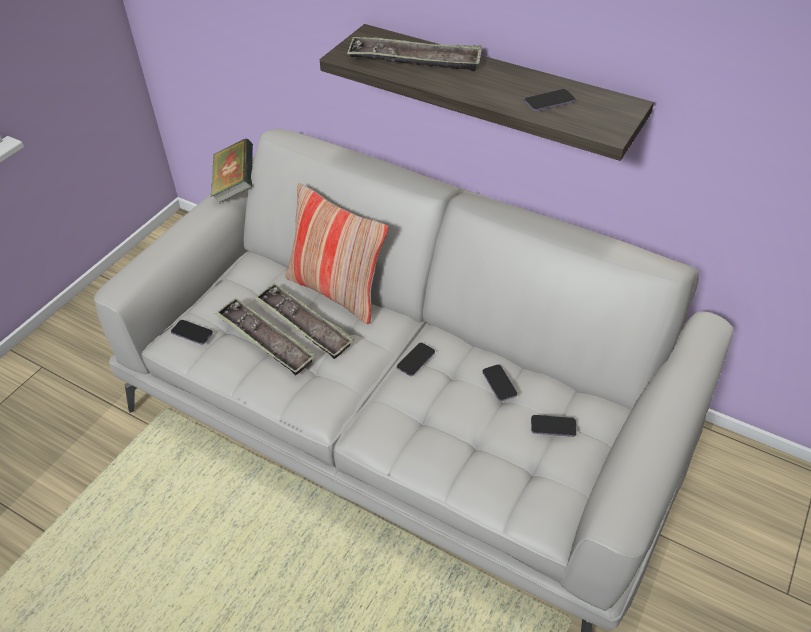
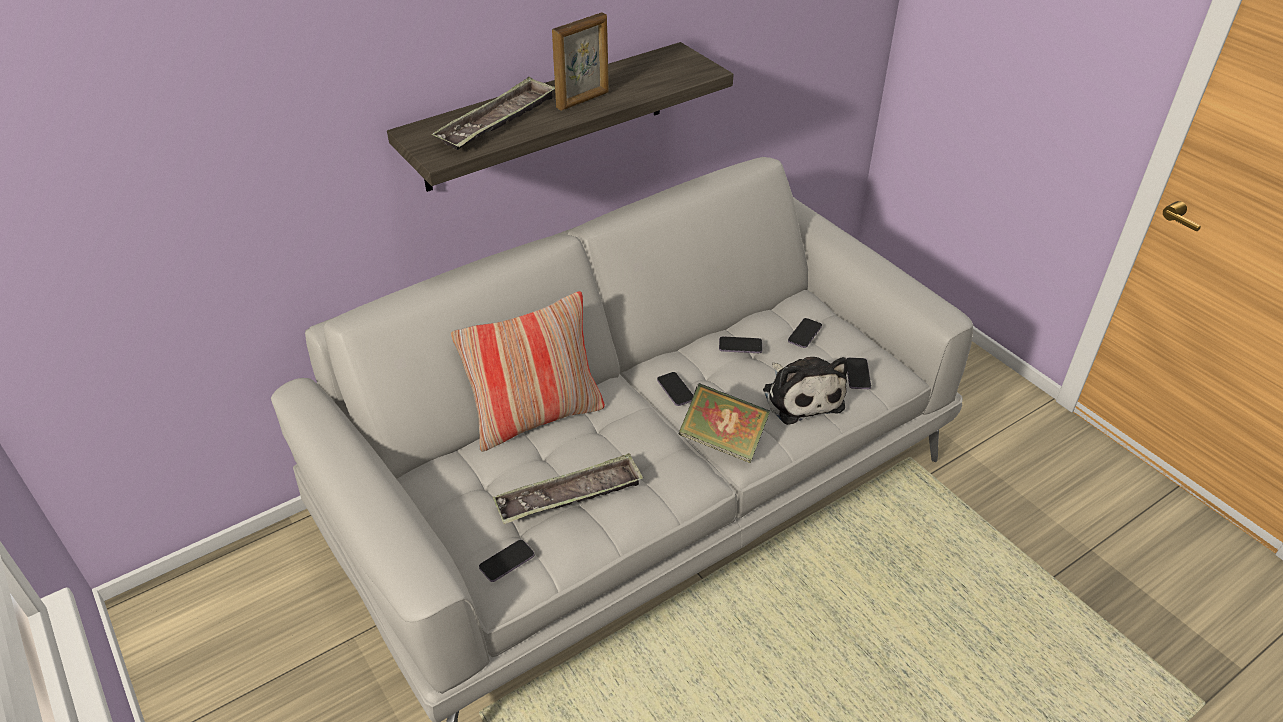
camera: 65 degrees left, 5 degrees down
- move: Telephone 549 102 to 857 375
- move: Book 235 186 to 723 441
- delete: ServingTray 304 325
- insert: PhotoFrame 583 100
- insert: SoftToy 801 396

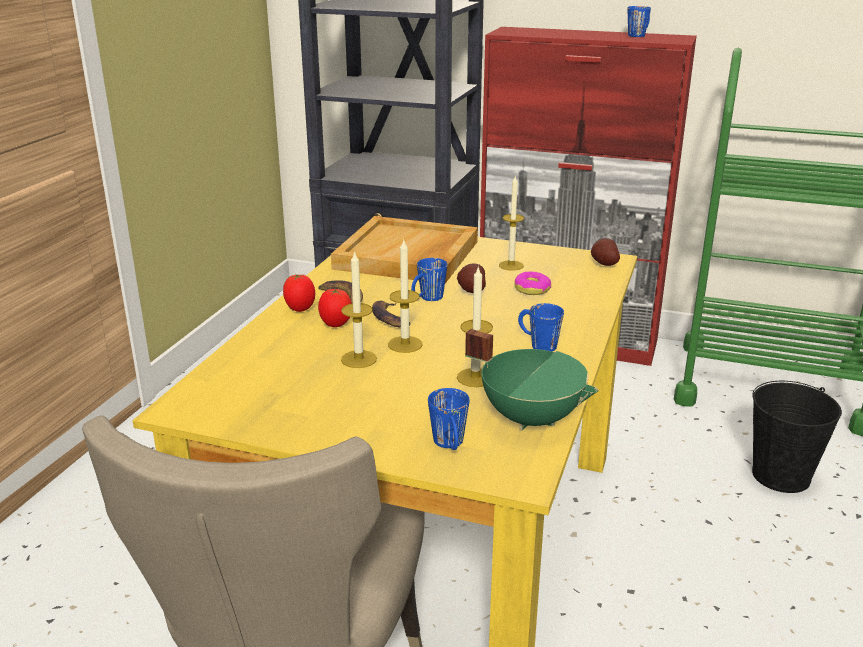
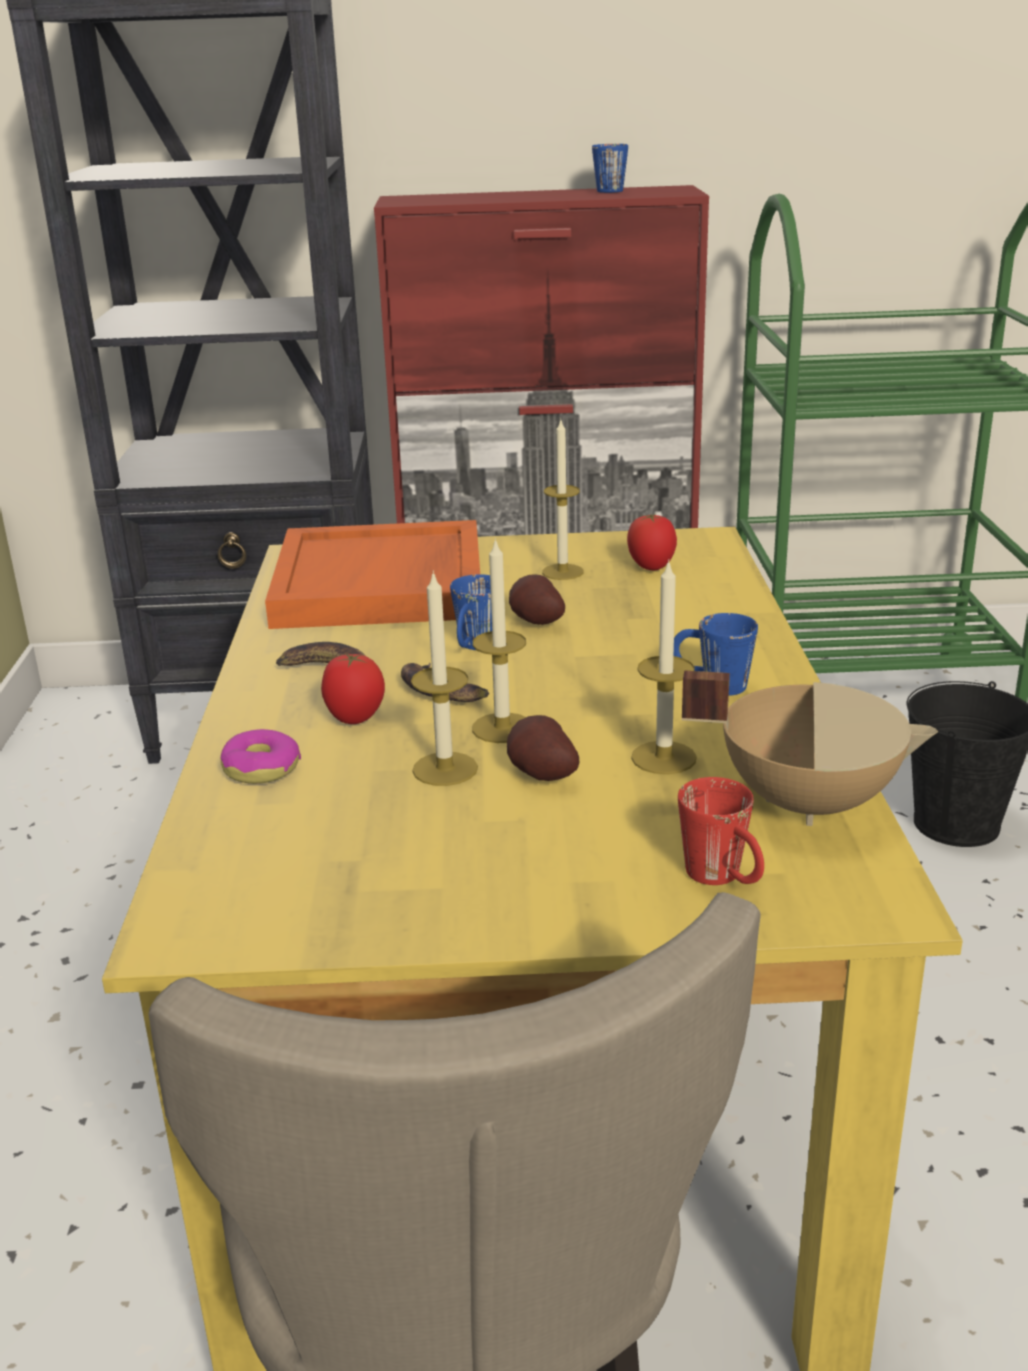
camera: 20 degrees left, 0 degrees up
- recolor: SandColouredServingTray 408 255 to OrangeyServingTray 382 584
- move: Spud 603 264 to 539 776
- move: Doughnut 532 289 to 261 768
- move: Tomato 300 309 to 651 568
- recolor: GreenColouredSaucepot 531 417 to SandColouredSaucepot 807 801
- recolor: BlueColouredMug 450 446 to RedColouredMug 724 879

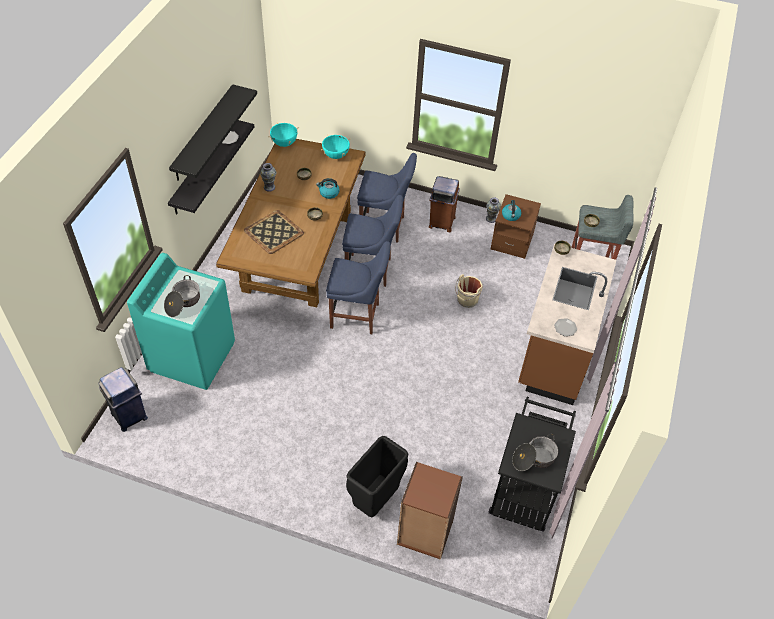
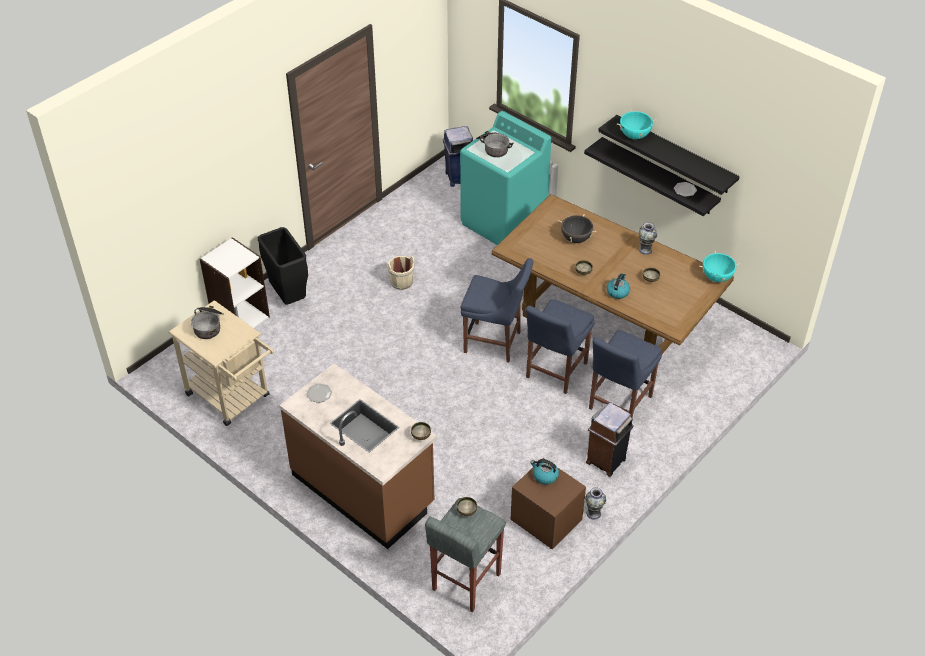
camera: 115 degrees right, 5 degrees down
- move: BlueGreenSaucepot 335 155 to 634 135
- replace: ServingTray 274 231 to BlackSaucepot 576 239
- rotate: BlueColouredUprightChair 357 316 = 495 343 105 degrees counterclockwise
- move: SandColouredWaterBucket 467 300 to 401 281
- recolor: BlackCart 524 488 to SandColouredCart 232 398
- recolor: BrownishBookshelf 425 532 to WhiteColouredBookshelf 240 318

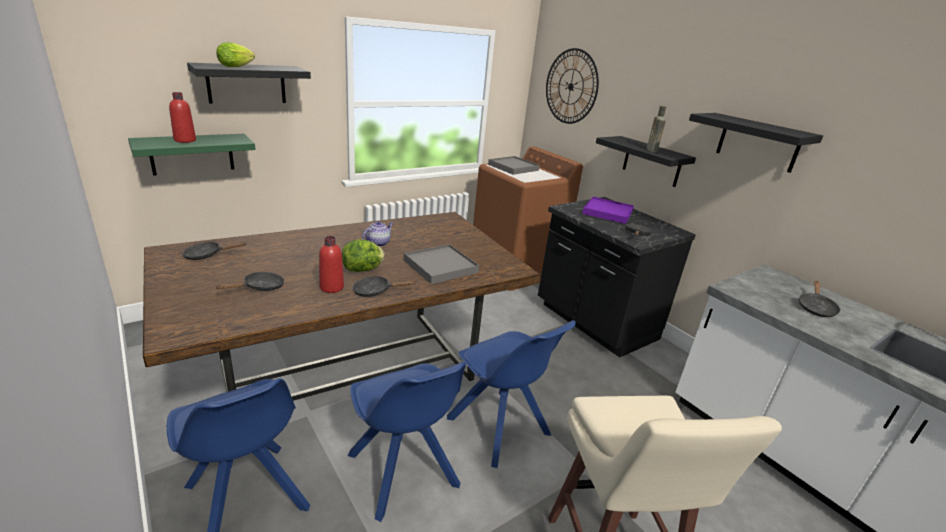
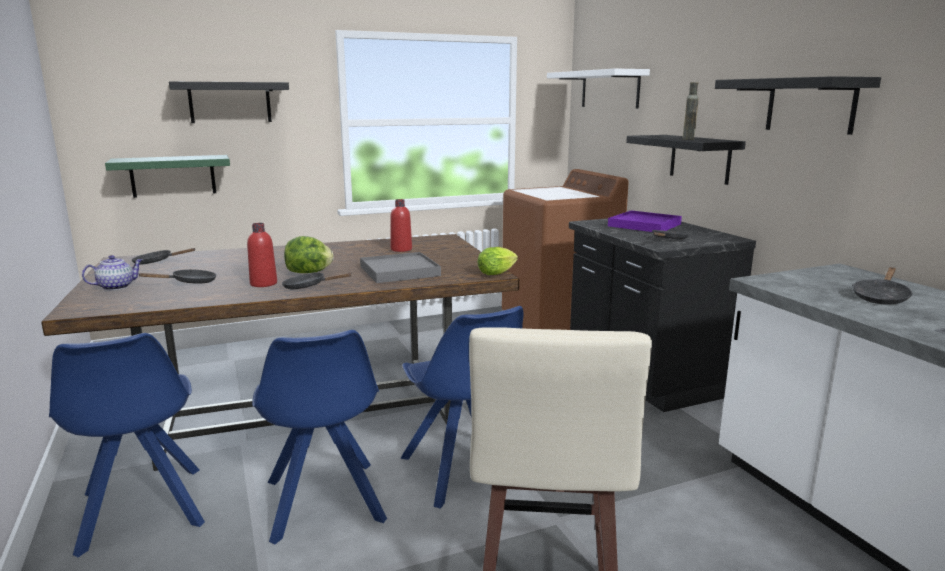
camera: 15 degrees right, 10 degrees down
- move: LettuceHead 237 67 to 498 273
- replace: ClockOnTheWall 571 86 to WhiteColouredBracketShelf 609 89
- move: RedColouredDrinkBottle 185 140 to 401 249
- delete: GreyServingTray 513 167
- move: TeaPot 378 243 to 117 287

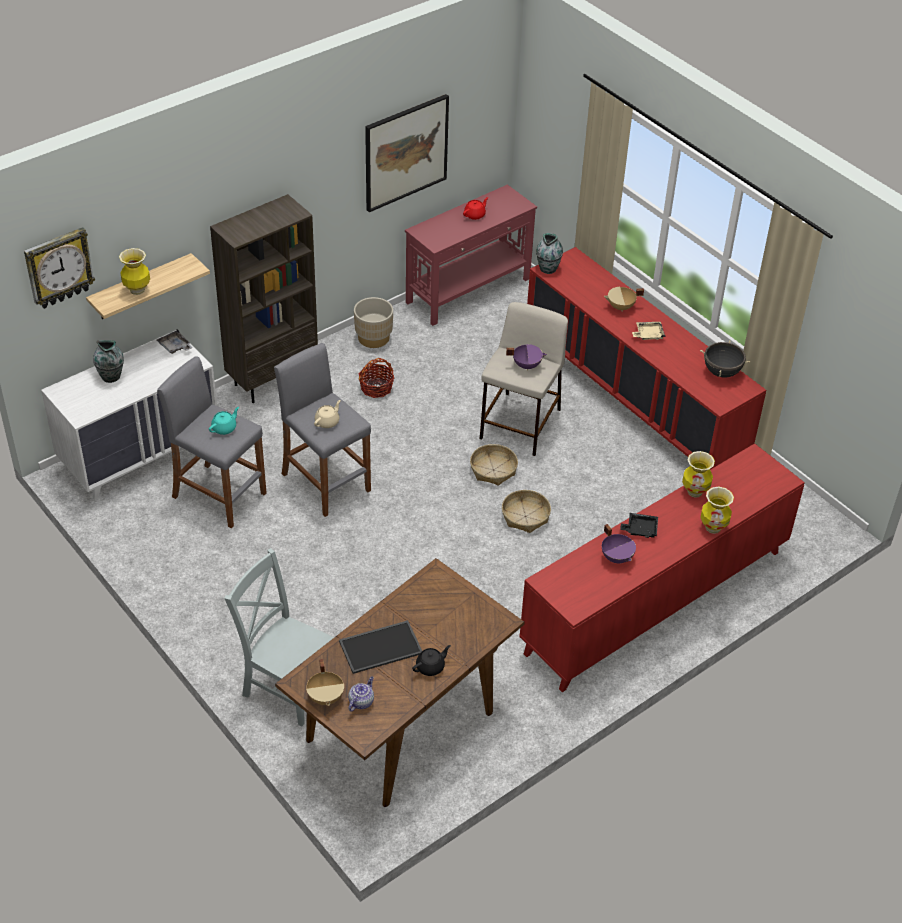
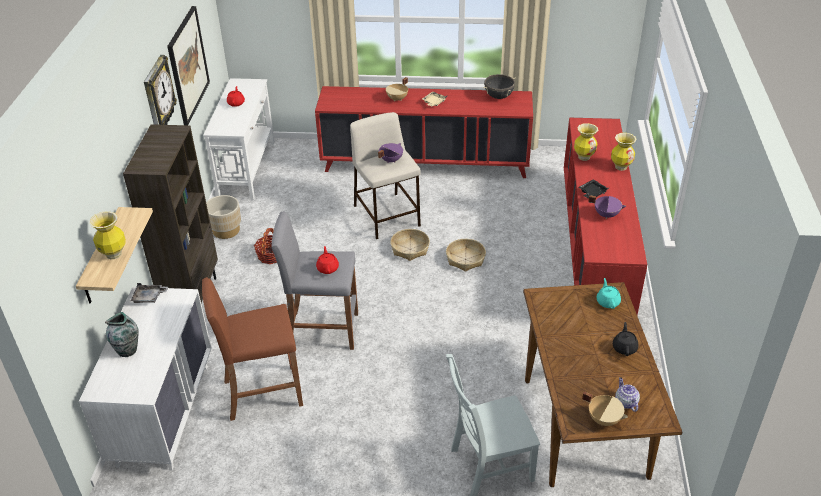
camera: 45 degrees left, 5 degrees down
- recolor: RedColouredHallTable 469 290 to WhiteColouredHallTable 247 169
- move: ClockOnTheWall 58 268 to 158 95
- delete: DecorativeVase 548 268
- recolor: GreyStoolSeat 219 495 to BrownishStoolSeat 262 393
- recolor: SandColouredTeaPot 327 422 to RedColouredTeaPot 327 268
- move: BlueGreenTeaPot 224 428 to 607 302
- delete: ServingTray 381 646

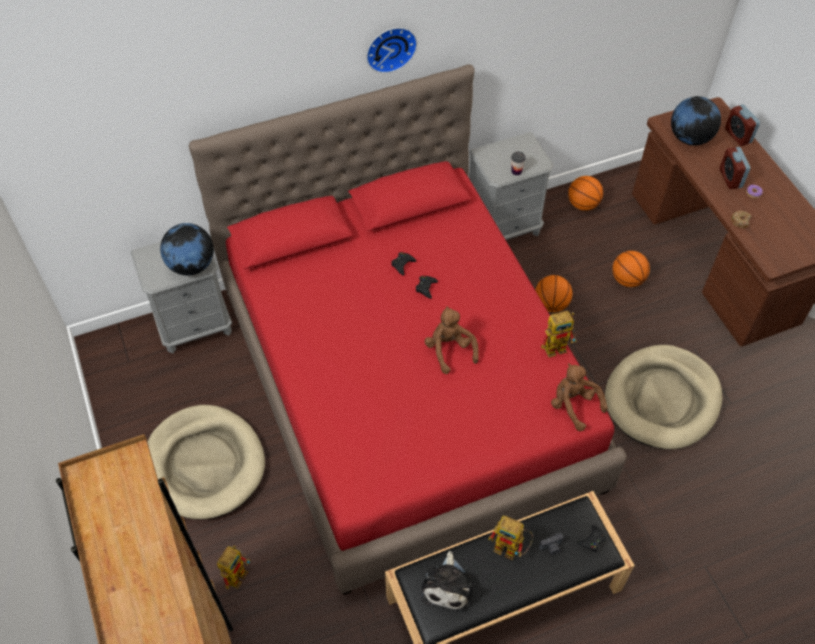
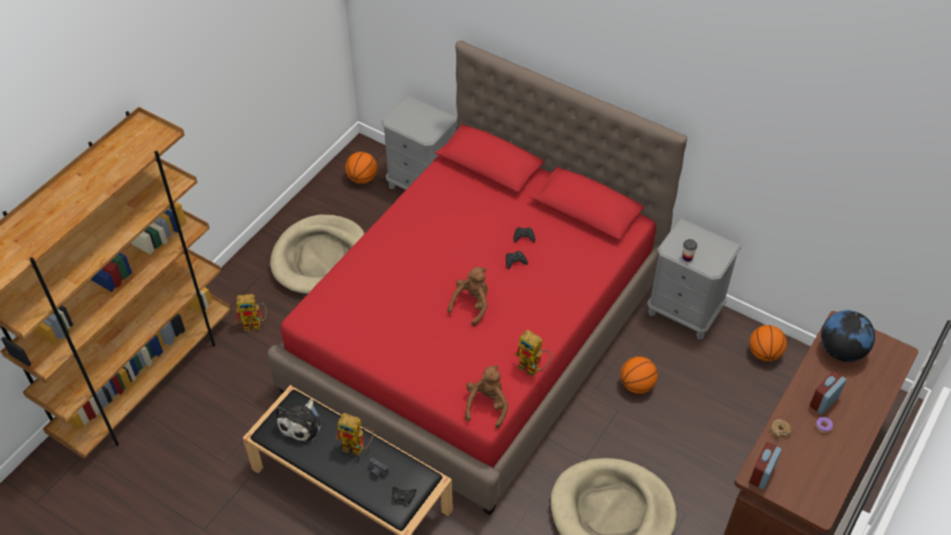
camera: 55 degrees right, 5 degrees down
- delete: ClockOnTheWall 390 47
- move: TableClock 738 135 to 762 474
- delete: WorldGlobe 191 265
- move: Basketball 627 279 to 362 178
- rotate: ToyRobot 511 549 = 358 447 60 degrees counterclockwise
- rotate: SoftToy 448 585 = 301 424 45 degrees counterclockwise

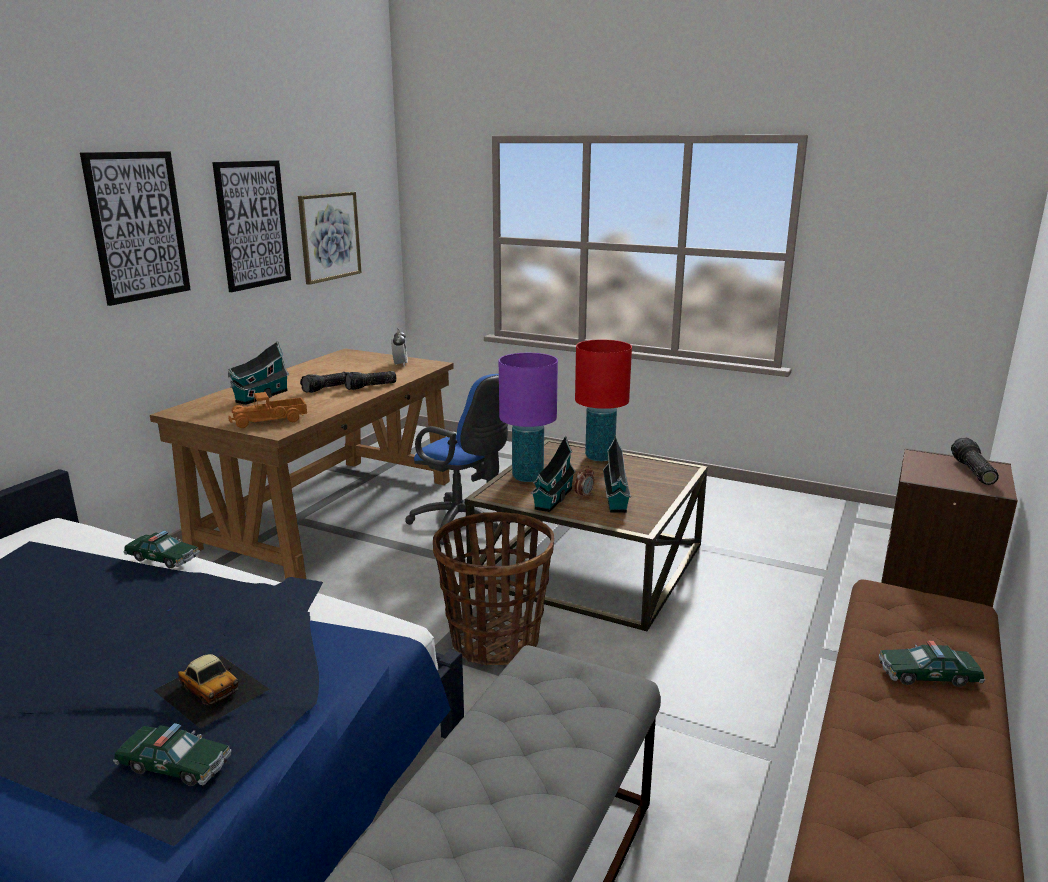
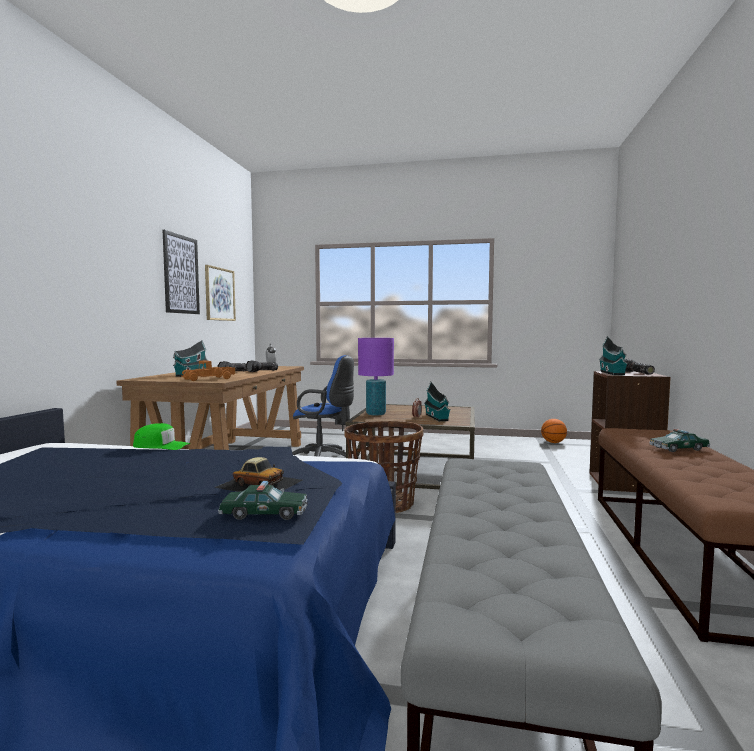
camera: 15 degrees left, 15 degrees down
- delete: WallArt 138 226
- delete: RedColouredLampForATable 599 457
- move: ToyHouse 552 499 to 612 373
- replace: ModelCar 163 558 to GreenColouredPeakedCap 161 446
- insert: Basketball 553 442

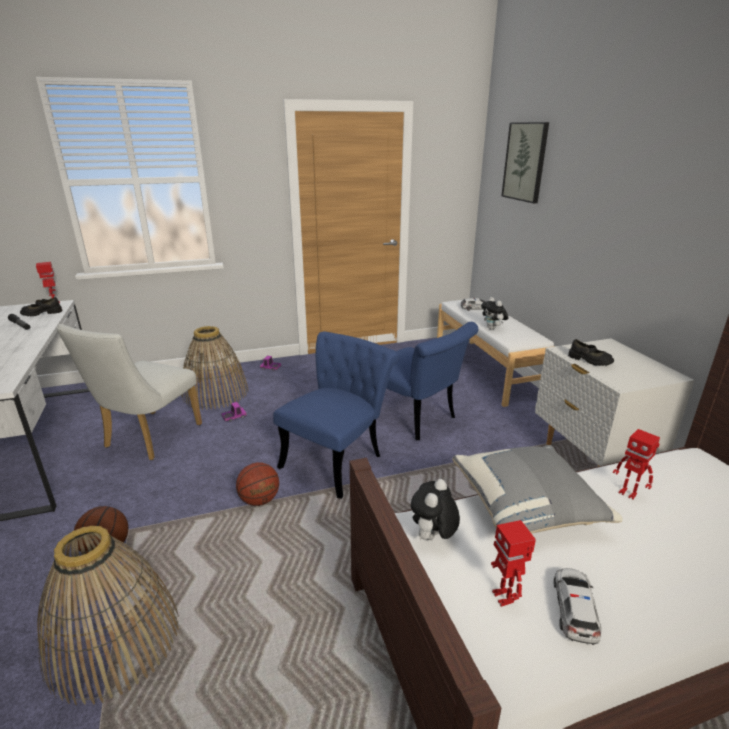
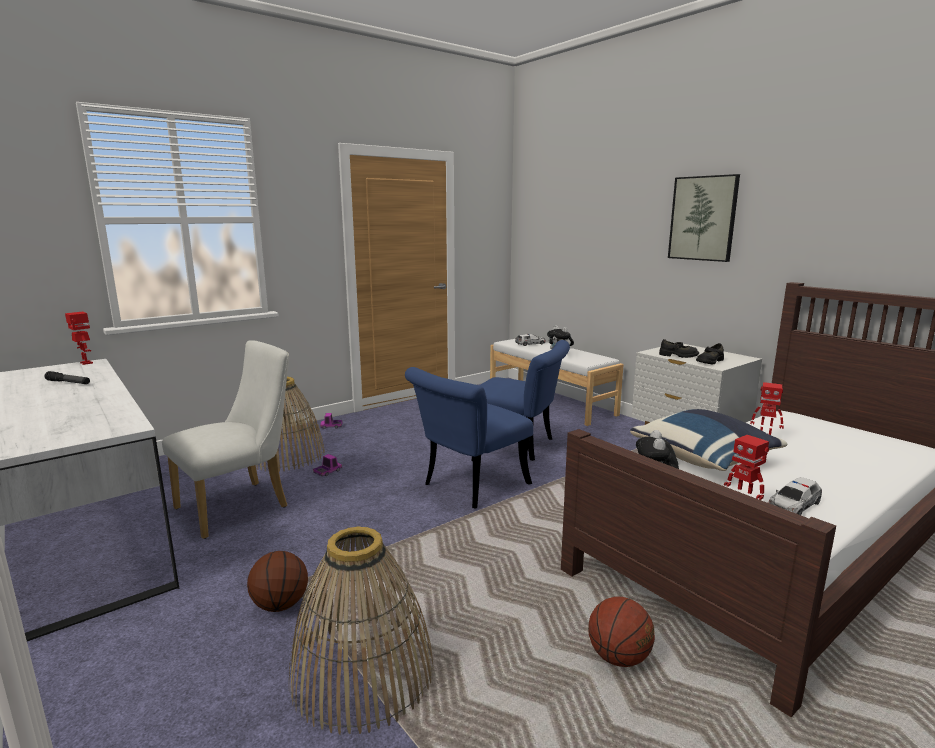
camera: 20 degrees left, 10 degrees down
- move: WallArt 525 162 to 703 218
- move: BlackItemOfFootwear 42 313 to 709 361
- rotate: WhiteColouredUprightChair 148 439 = 240 505 135 degrees counterclockwise
- rotate: BlueColouredUprightChair 338 458 = 469 486 150 degrees counterclockwise
- recolor: GreyThrowPillow 527 508 to BlueColouredThrowPillow 705 459
- move: Basketball 259 500 to 618 657
- rotate: ModelCar 574 609 = 793 505 120 degrees counterclockwise

